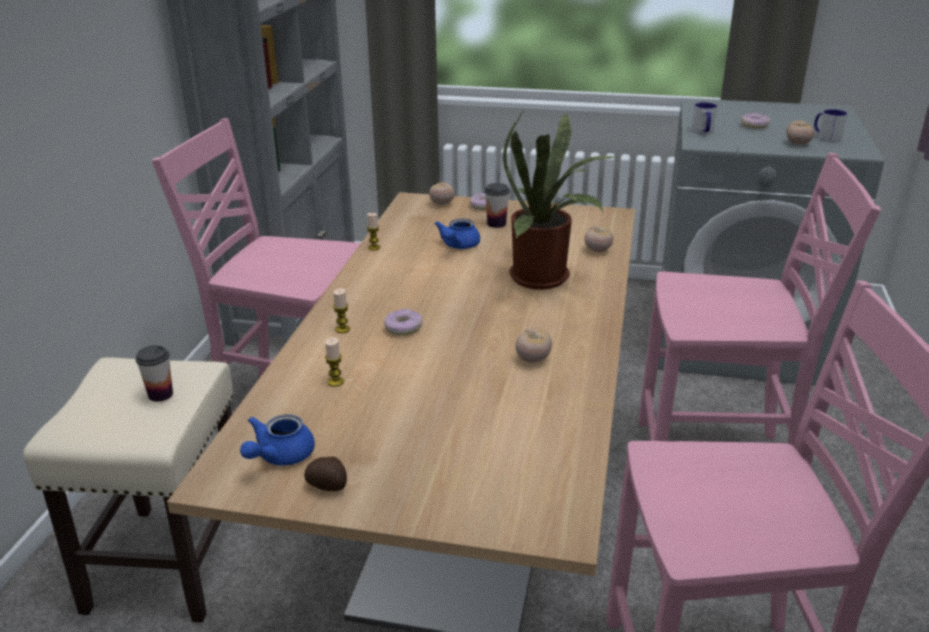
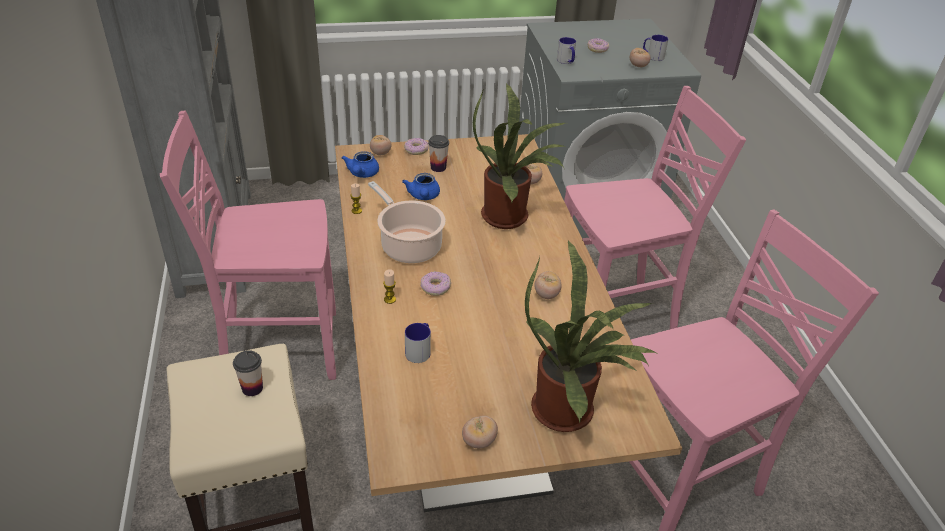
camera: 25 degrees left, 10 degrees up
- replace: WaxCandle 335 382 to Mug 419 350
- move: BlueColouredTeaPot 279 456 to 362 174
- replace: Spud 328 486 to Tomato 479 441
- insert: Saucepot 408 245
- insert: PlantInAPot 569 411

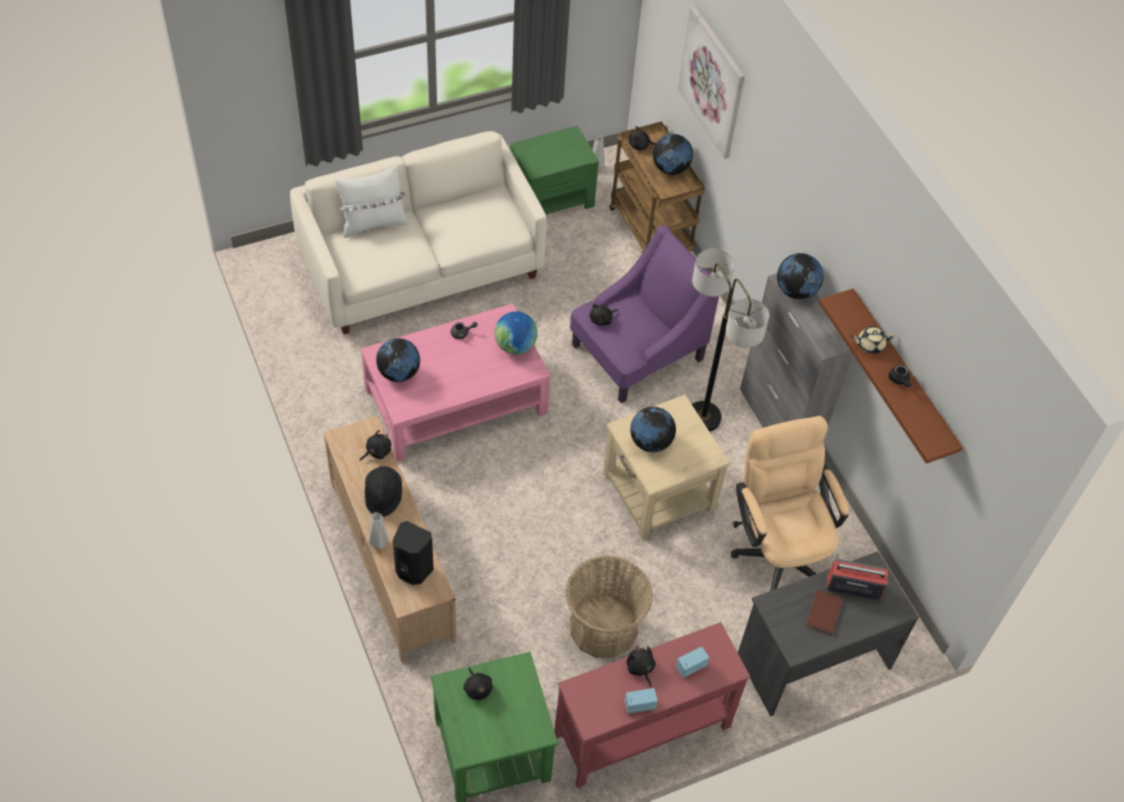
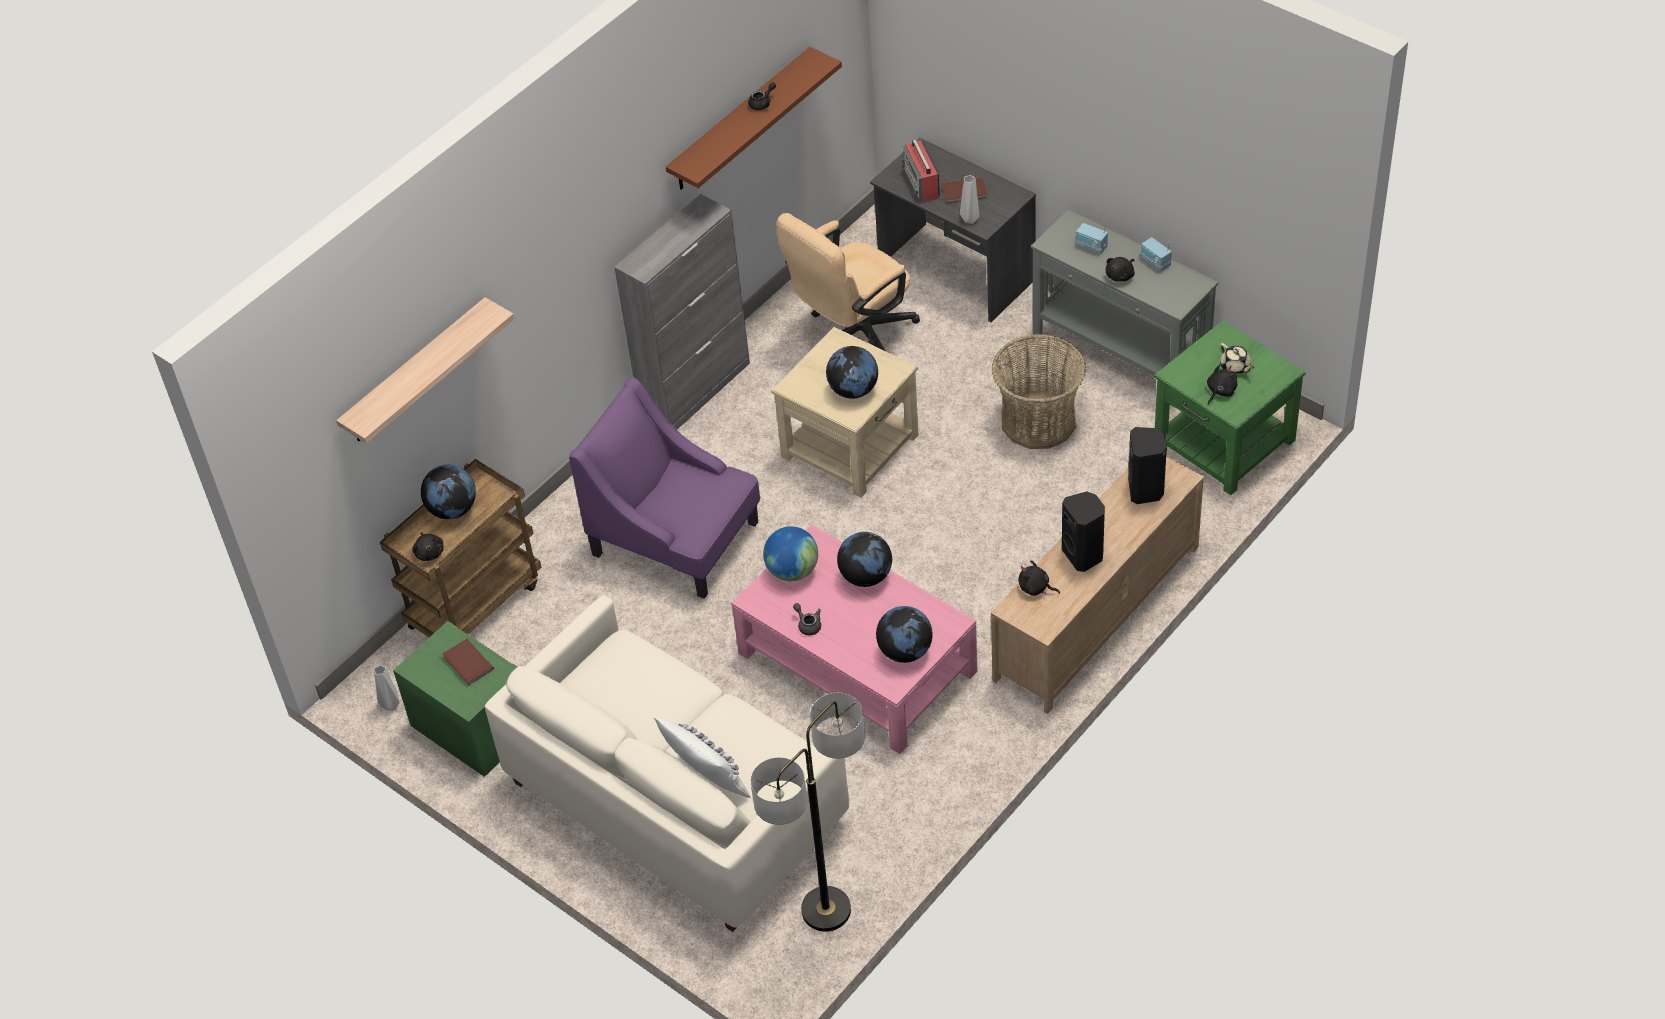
camera: 110 degrees left, 5 degrees down
- replace: WallArt 712 82 to BracketShelf 416 373
- move: StandingLamp 703 417 to 825 910
- move: WorldGlobe 796 291 to 866 576
- delete: BlackSoftToy 602 319
- move: SandColouredTeaPot 869 345 to 1235 367
- replace: BlackClothingHat 383 496 to BlackLoudspeaker 1084 555
- move: GreyDecorativeVase 379 545 to 971 219
- recolor: RedColouredHallTable 641 731 to GreyHallTable 1120 353
- insert: BrownishBook 467 664

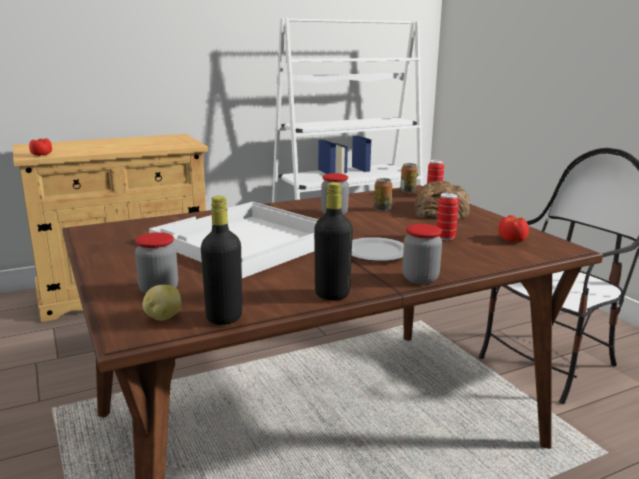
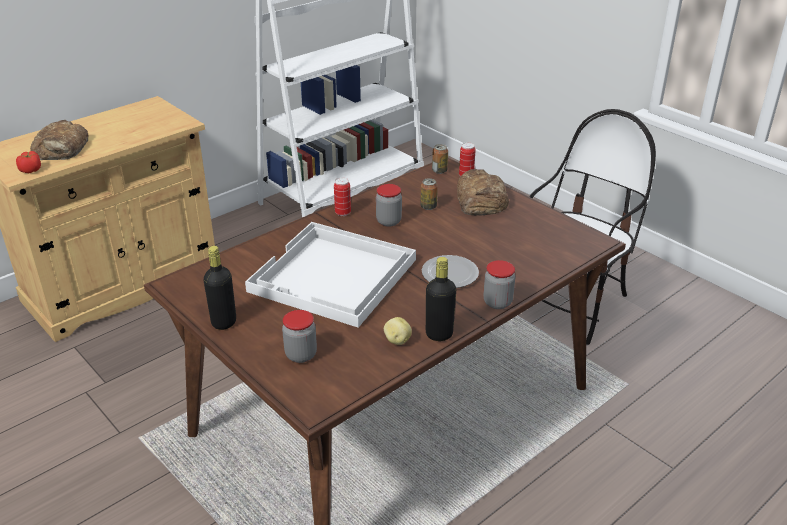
camera: 15 degrees left, 15 degrees up
- move: MetalCan 445 238 to 343 213
- move: BlackDrinkBottle 224 318 to 224 322
- delete: Tomato 512 239
- move: Spud 163 317 to 397 340
- insert: BakedBread 62 148

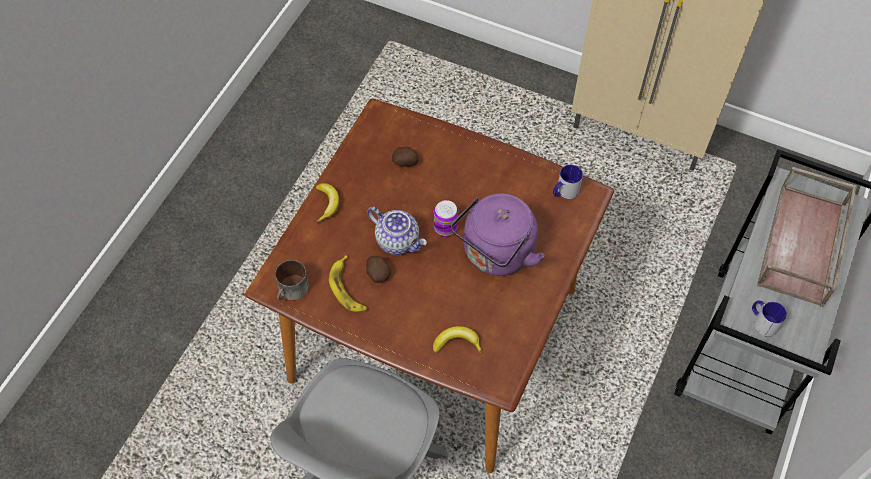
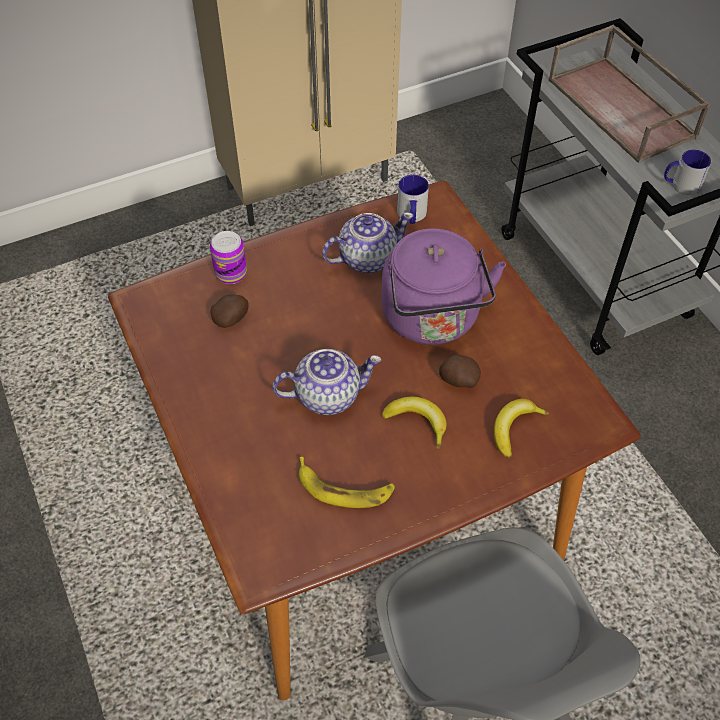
camera: 50 degrees left, 5 degrees down
- move: WholeBanana 327 203 to 417 422
- move: MetalCan 445 227 to 231 273
- move: Spud 377 273 to 458 380
- delete: Mug 292 291
- insert: TeaPot 366 258

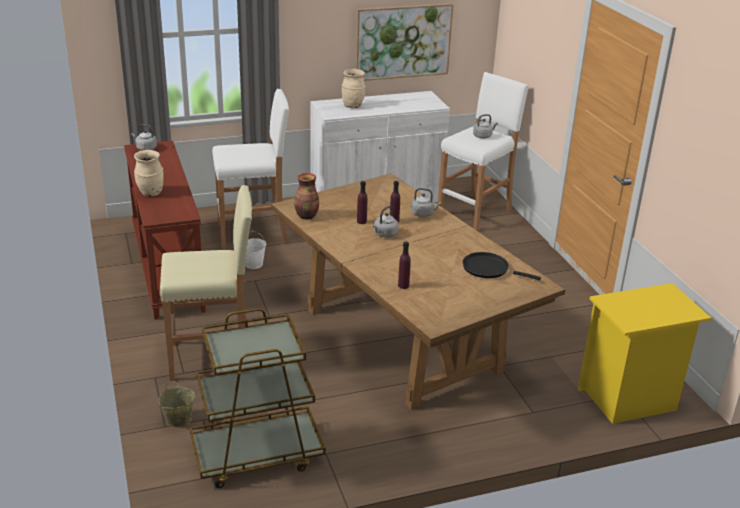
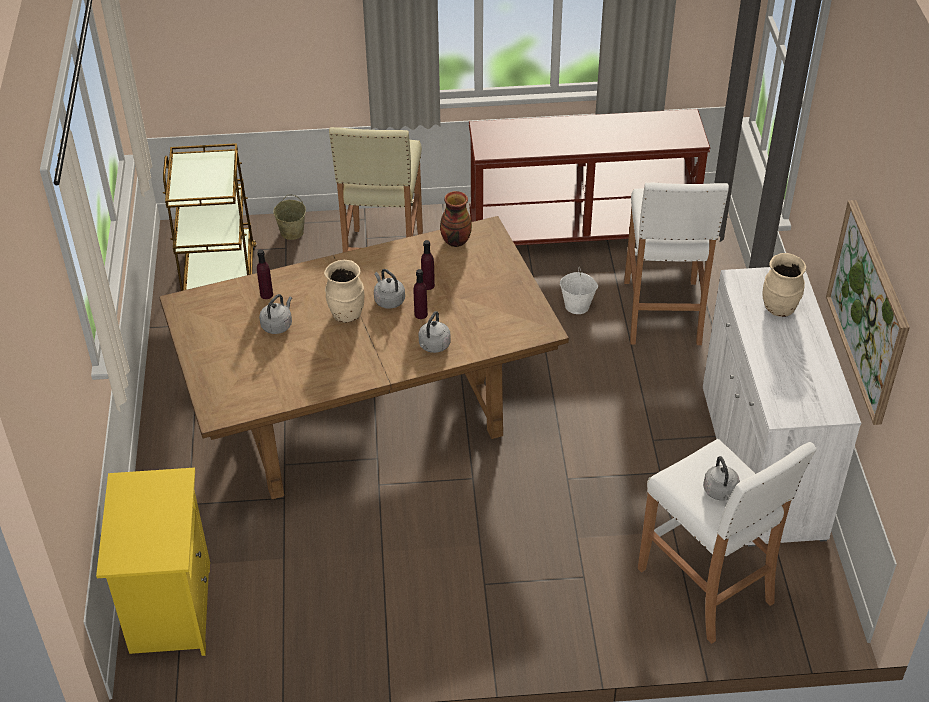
camera: 105 degrees right, 15 degrees up
- move: GreyTeaKettle 145 148 to 278 325
- move: SandColouredDecorativeVase 151 193 to 346 314
- delete: BlackPan 489 269

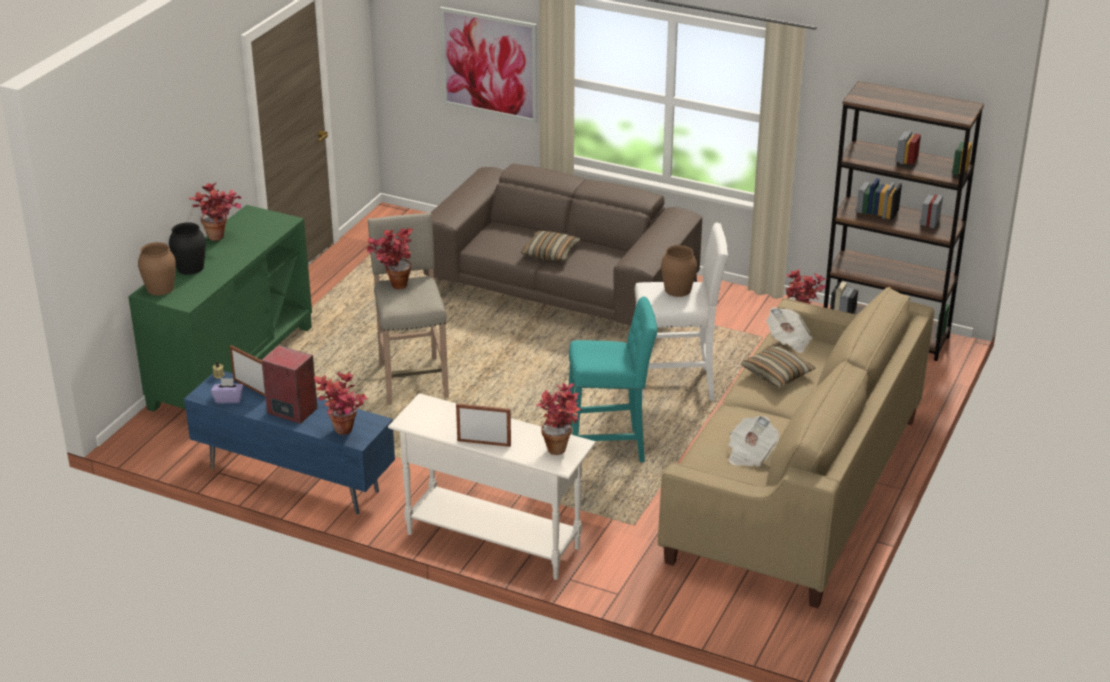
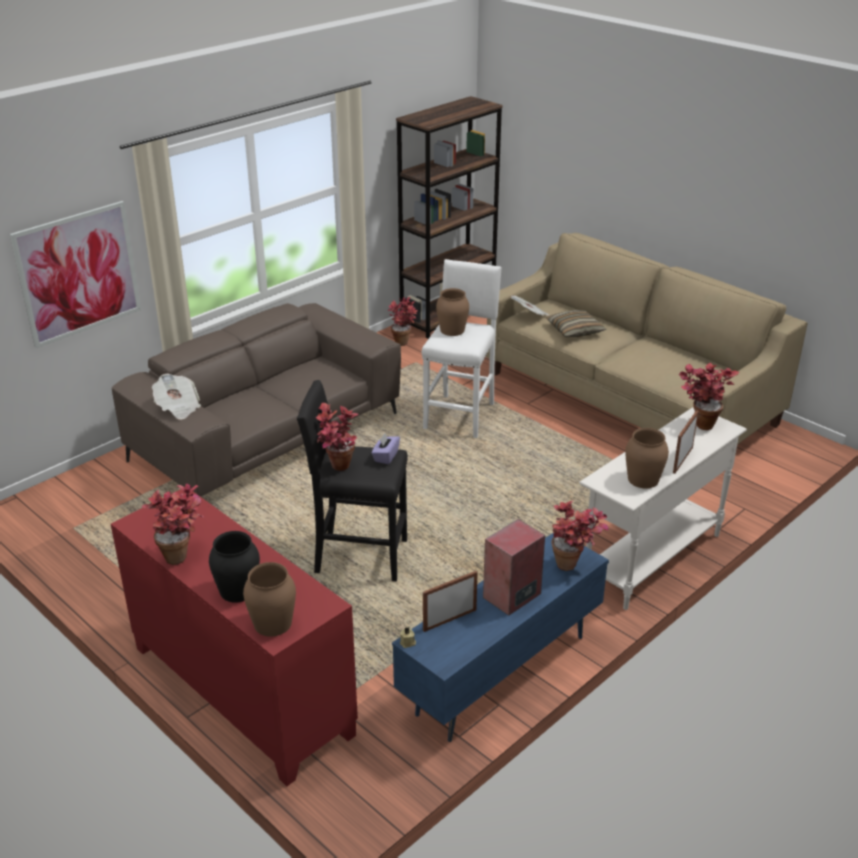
camera: 70 degrees left, 0 degrees up
- recolor: GreenColouredStorageCabinet 231 367 to RedColouredStorageCabinet 240 691
- recolor: SandColouredStoolSeat 413 379 to BlackStoolSeat 359 556
- delete: ThrowPillow 550 253
- delete: BlueGreenStoolSeat 610 447
- move: PurpleColouredTissueBox 228 399 to 385 456
- move: Newspaper 750 454 to 178 407
- insert: BrownishDecorativeVase 642 479

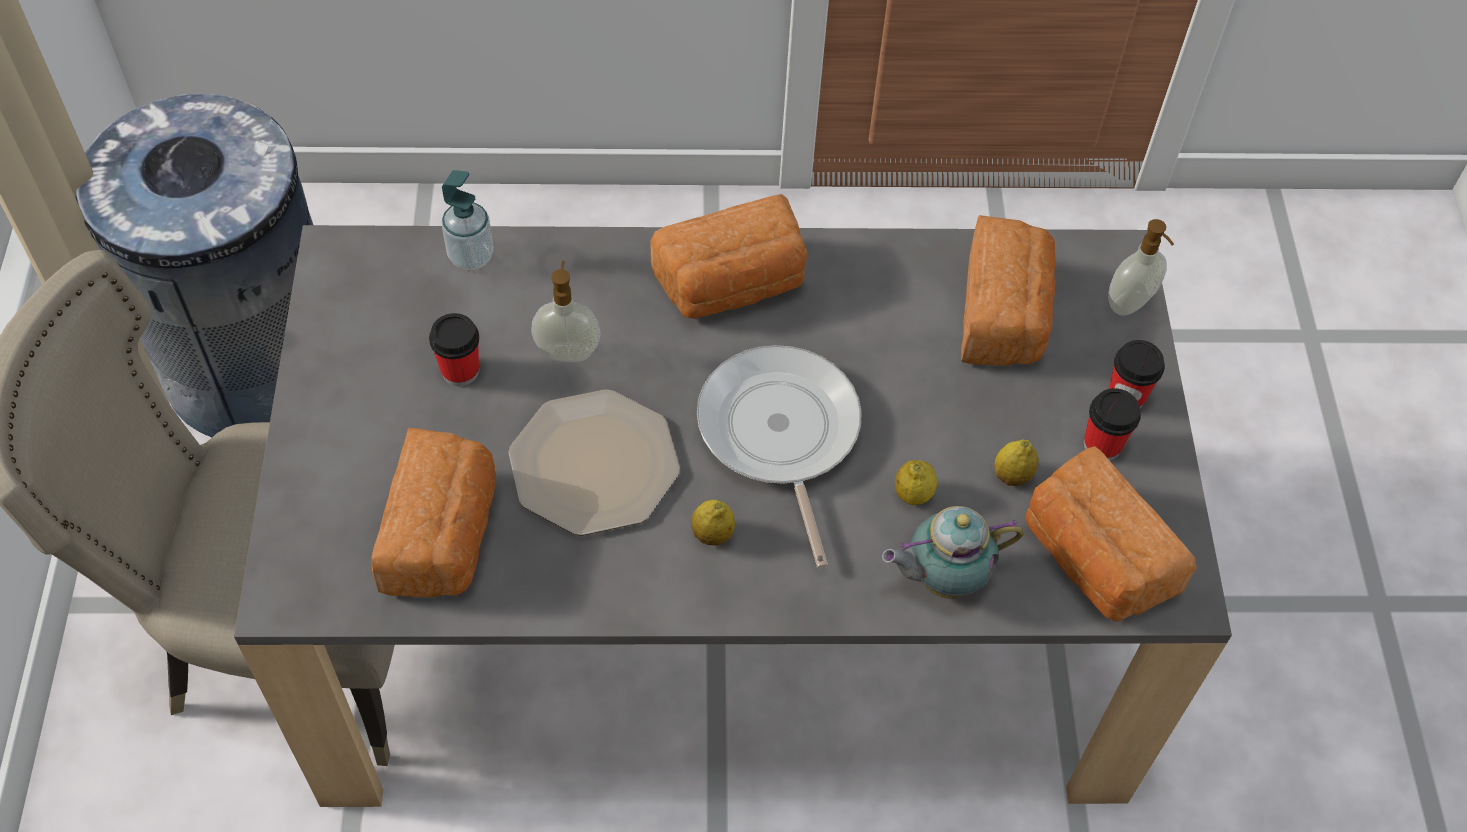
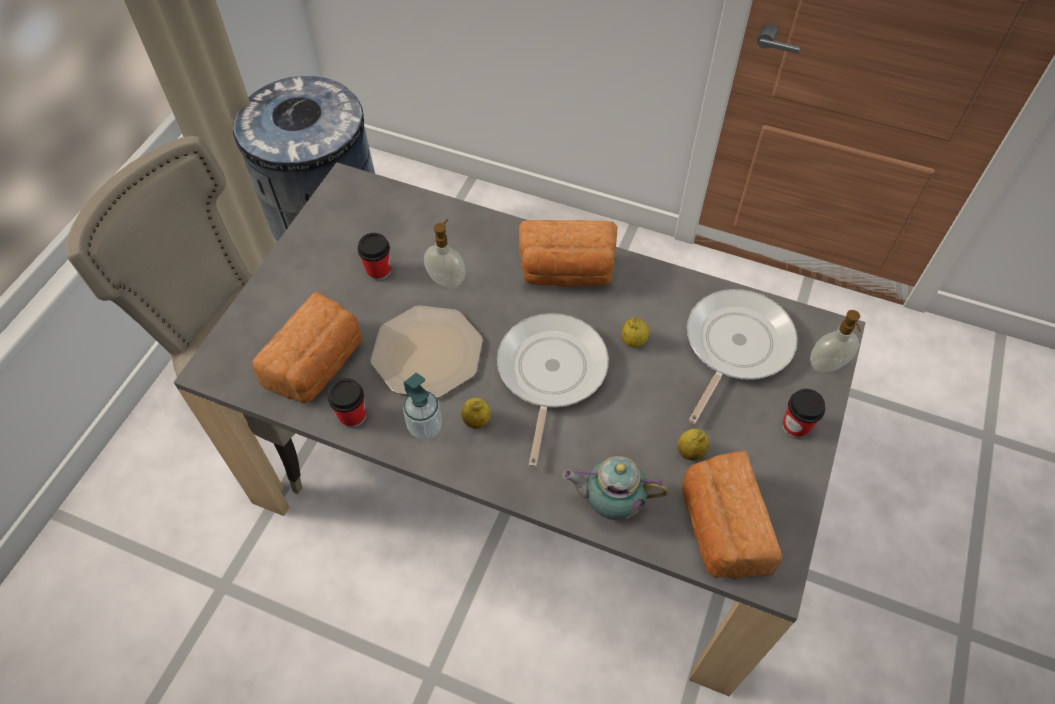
camera: 25 degrees right, 0 degrees up
- move: SoapDispenser 471 256 to 425 427
- replace: BakedBread 1004 316 to Pan 734 346
- move: SmallCup 1102 445 to 352 416
- move: WholeLemon 913 494 to 633 341

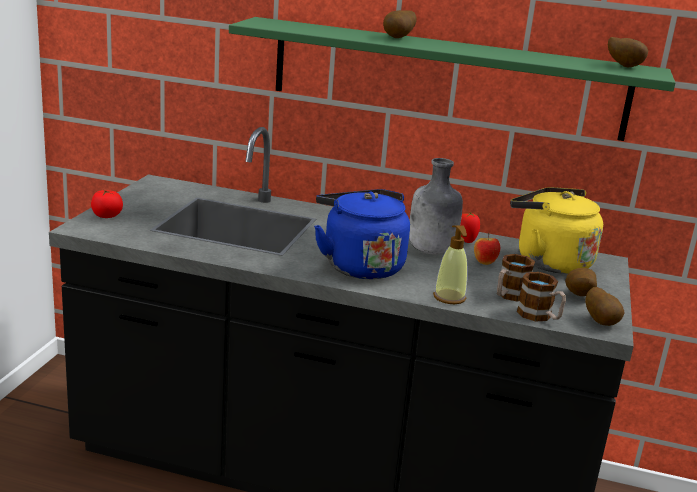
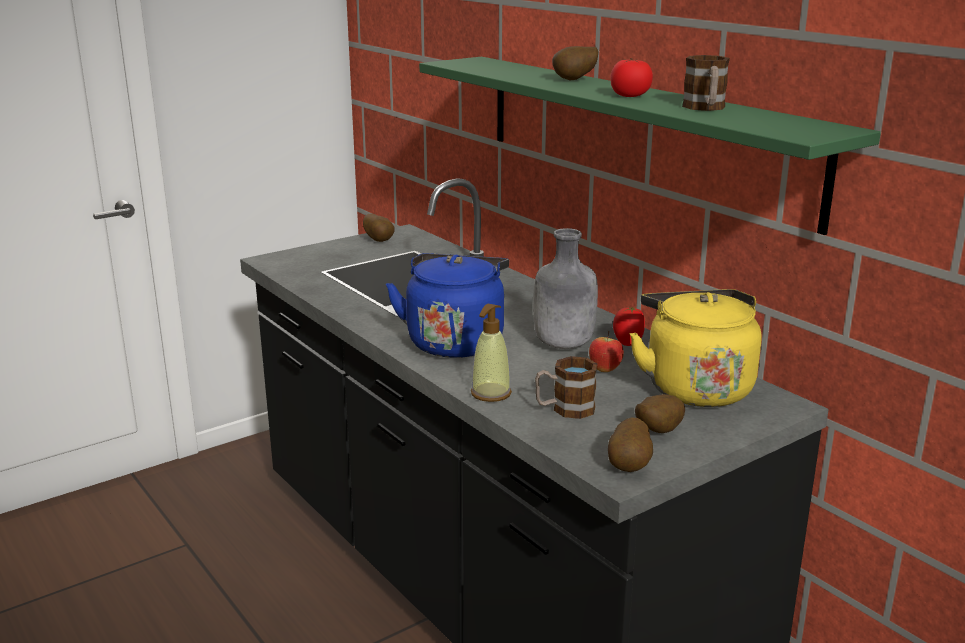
camera: 40 degrees right, 0 degrees up
- move: Spud 623 66 to 379 240
- move: Tomato 107 216 to 630 95
- move: Mug 540 316 to 705 108

